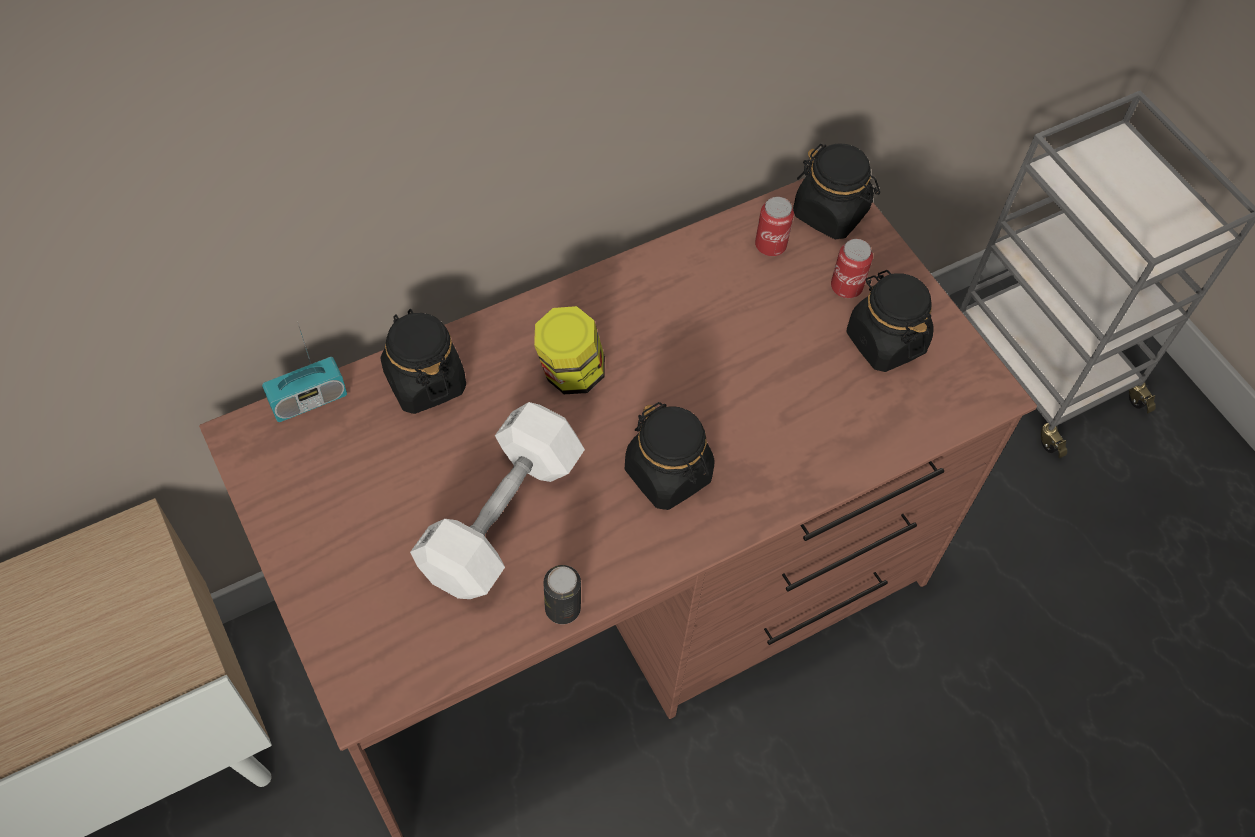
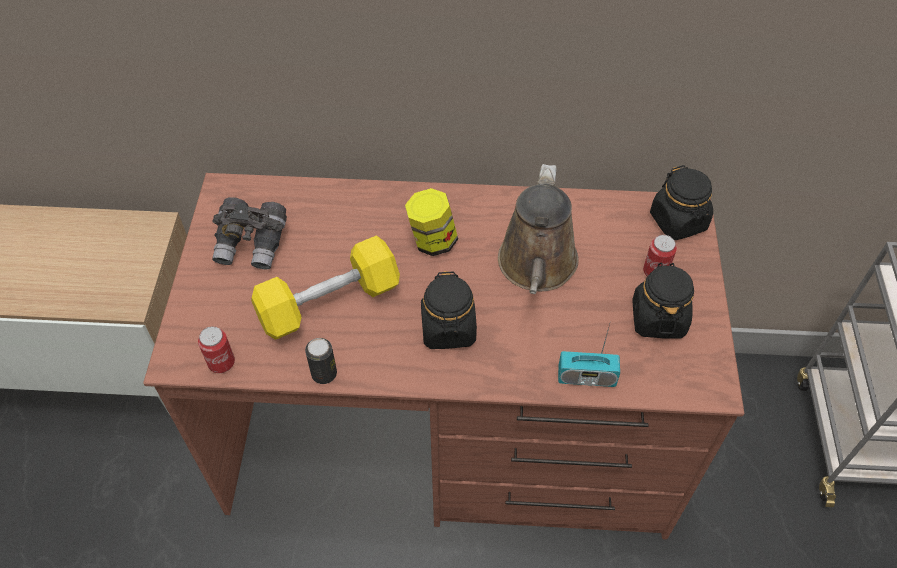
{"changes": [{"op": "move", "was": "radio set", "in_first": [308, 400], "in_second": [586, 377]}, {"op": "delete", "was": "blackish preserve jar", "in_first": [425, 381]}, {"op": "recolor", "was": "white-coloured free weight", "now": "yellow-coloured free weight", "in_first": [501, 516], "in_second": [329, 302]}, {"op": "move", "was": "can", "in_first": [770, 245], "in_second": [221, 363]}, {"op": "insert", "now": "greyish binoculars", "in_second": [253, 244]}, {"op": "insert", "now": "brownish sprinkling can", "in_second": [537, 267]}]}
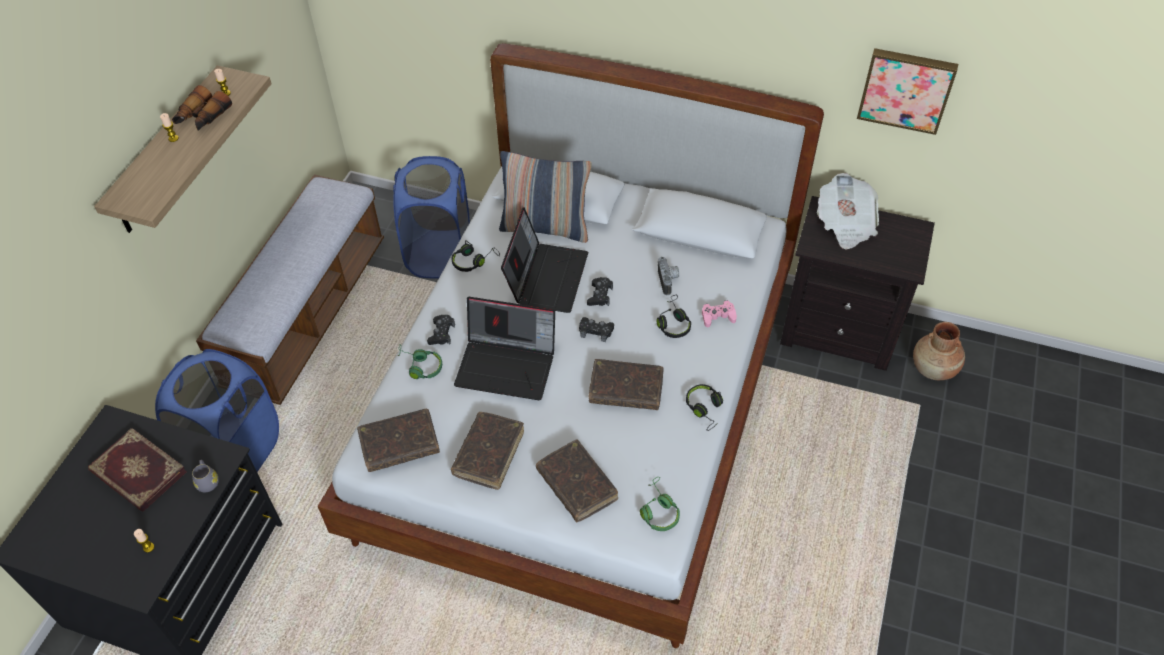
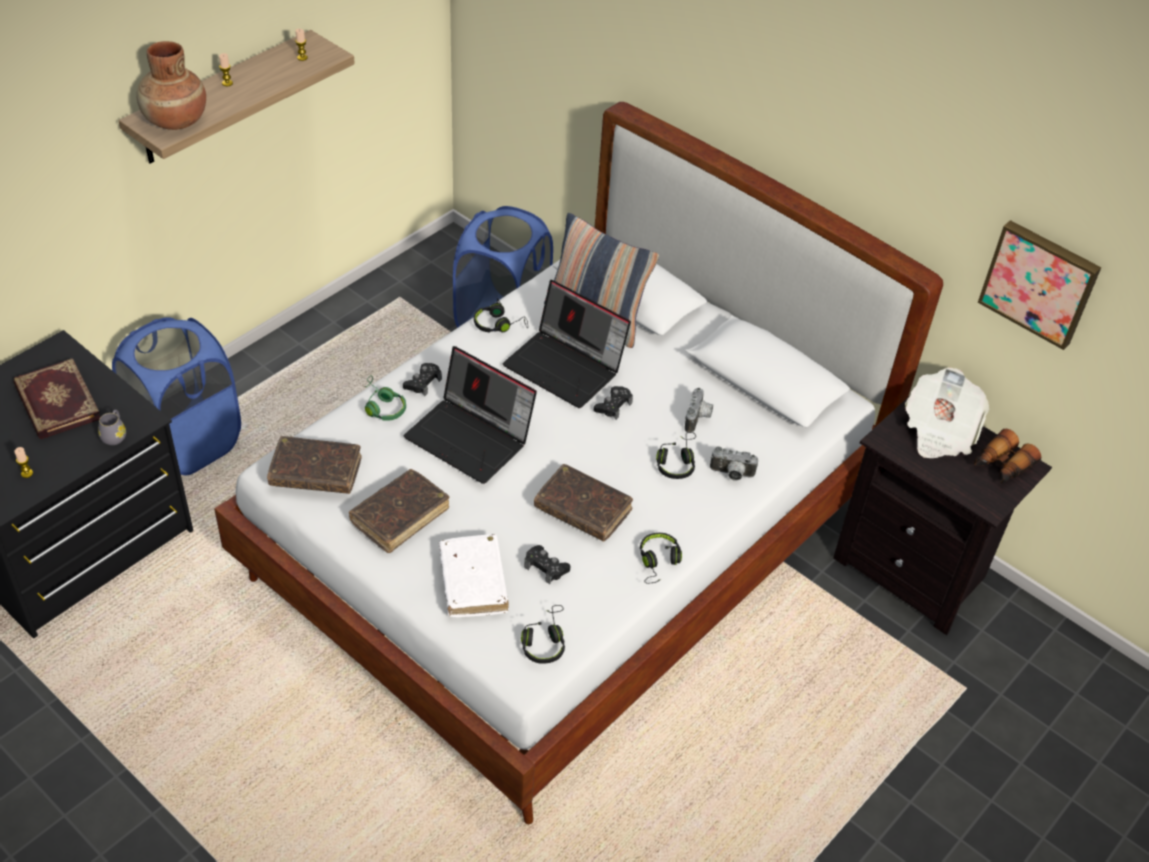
{"changes": [{"op": "move", "was": "binoculars", "in_first": [202, 117], "in_second": [1001, 465]}, {"op": "delete", "was": "indoor bench", "in_first": [308, 314]}, {"op": "rotate", "was": "notebook computer", "in_first": [546, 277], "in_second": [566, 367], "clockwise": 90}, {"op": "recolor", "was": "brownish bound book", "now": "white-coloured bound book", "in_first": [577, 485], "in_second": [473, 582]}, {"op": "move", "was": "blackish gamepad", "in_first": [596, 331], "in_second": [546, 567]}, {"op": "recolor", "was": "green-coloured headphones", "now": "blackish headphones", "in_first": [658, 510], "in_second": [544, 641]}, {"op": "replace", "was": "pink-coloured gamepad", "now": "photo camera", "in_first": [718, 316], "in_second": [731, 474]}, {"op": "move", "was": "brownish decorative vase", "in_first": [934, 369], "in_second": [175, 121]}]}
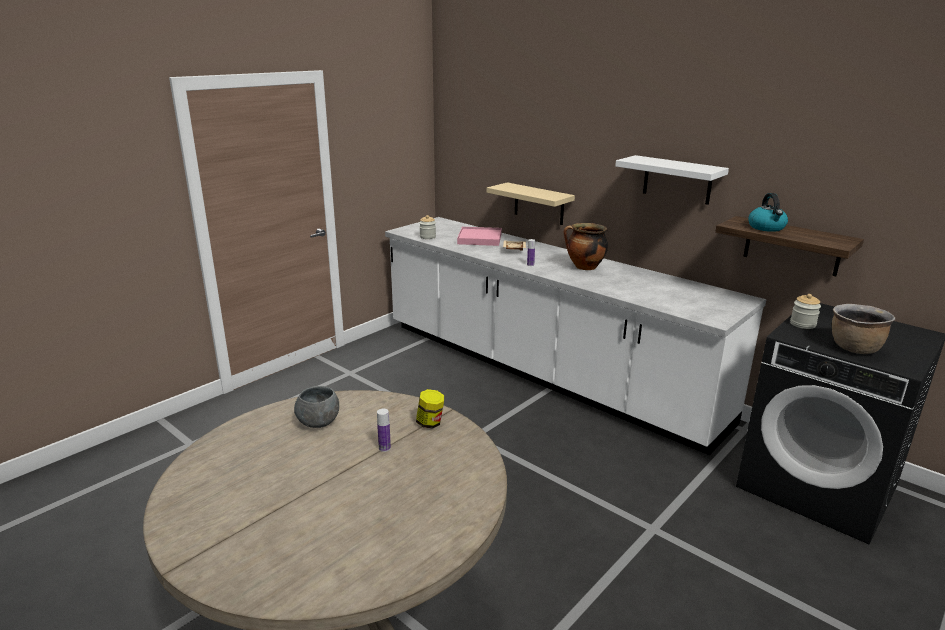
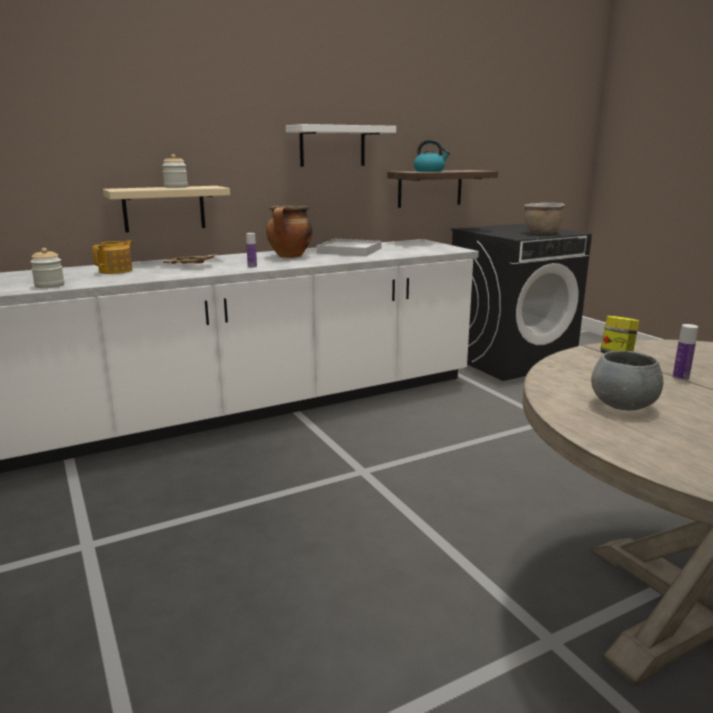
{"changes": [{"op": "replace", "was": "pink-coloured tray", "now": "tea pot", "in_first": [479, 239], "in_second": [117, 271]}, {"op": "move", "was": "preserve jar", "in_first": [802, 324], "in_second": [176, 187]}, {"op": "insert", "now": "white-coloured tray", "in_second": [349, 251]}]}
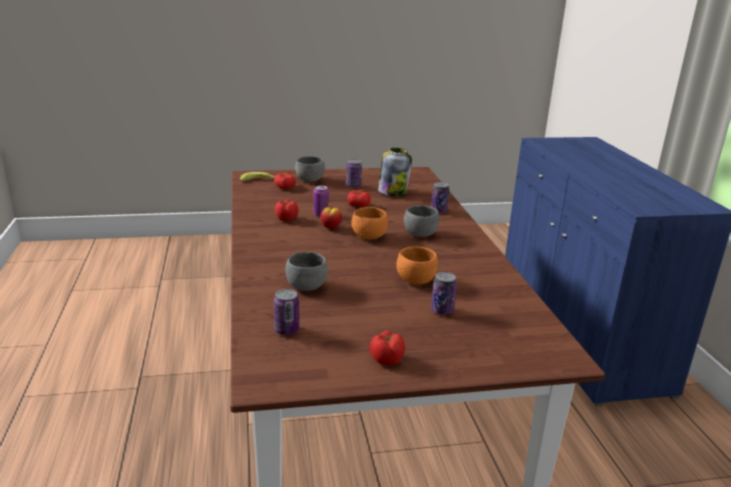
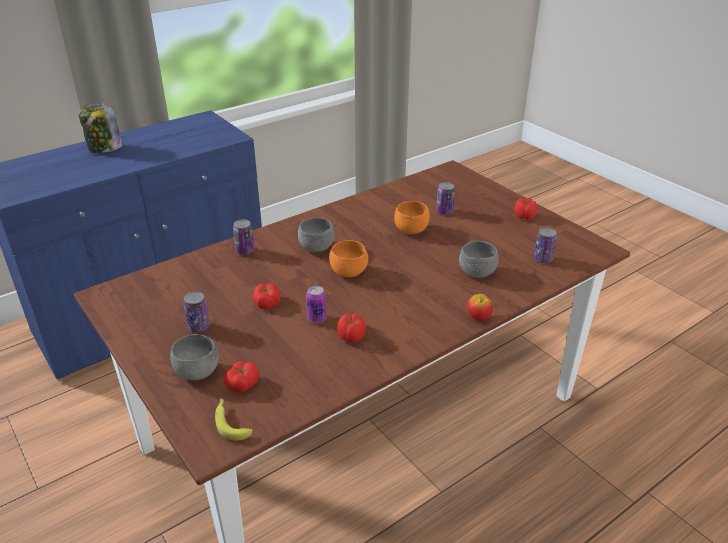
{"changes": [{"op": "move", "was": "apple", "in_first": [330, 227], "in_second": [478, 318]}, {"op": "move", "was": "preserve jar", "in_first": [393, 192], "in_second": [104, 148]}]}
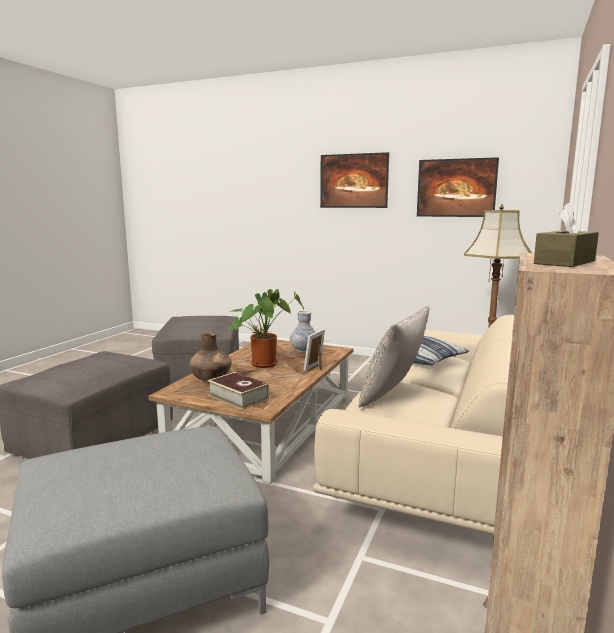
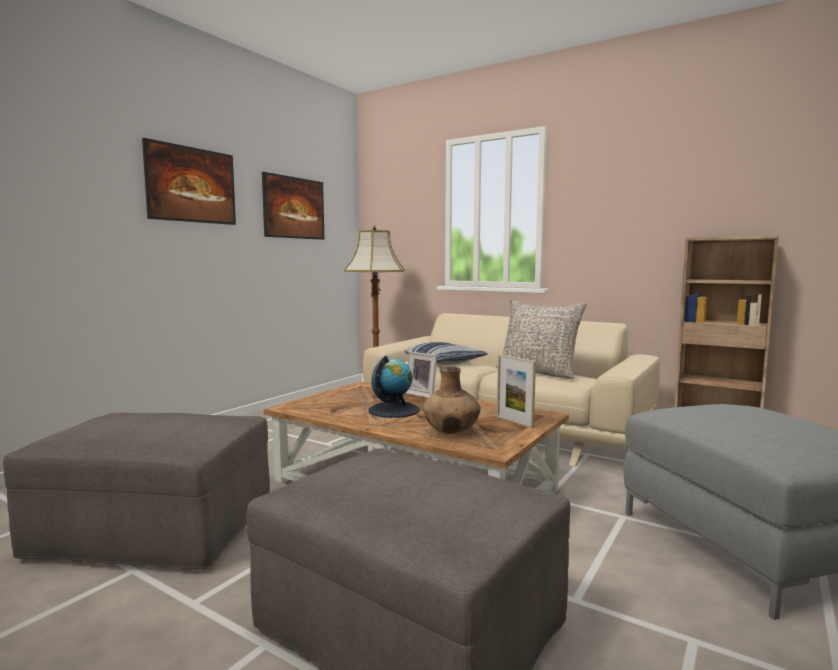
{"changes": [{"op": "replace", "was": "bound book", "now": "standing frame", "in_first": [238, 397], "in_second": [514, 422]}, {"op": "replace", "was": "houseplant", "now": "globe", "in_first": [265, 363], "in_second": [393, 410]}, {"op": "delete", "was": "decorative vase", "in_first": [304, 350]}, {"op": "delete", "was": "brownish box of tissues", "in_first": [564, 262]}]}
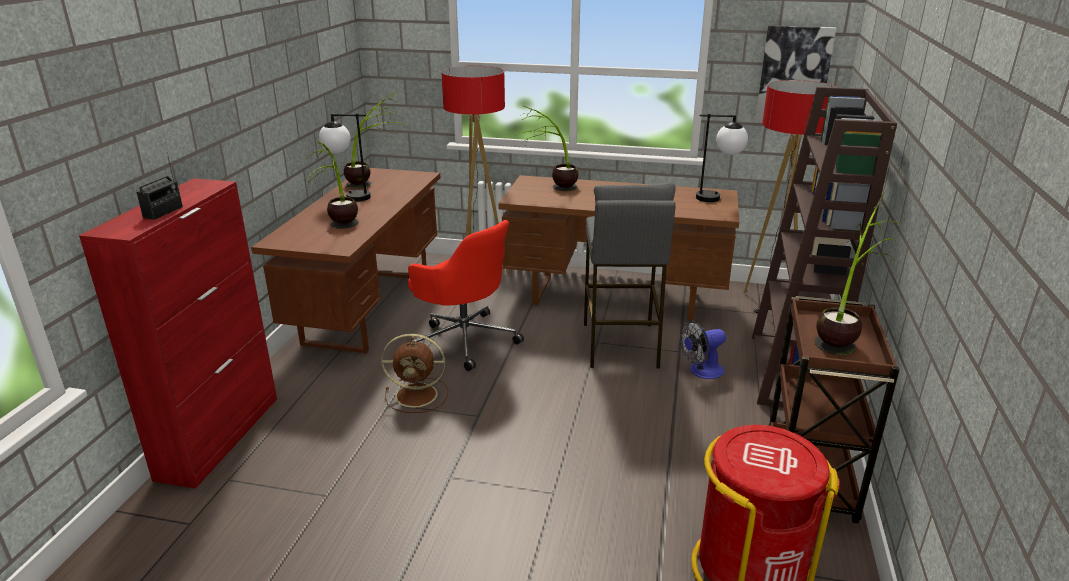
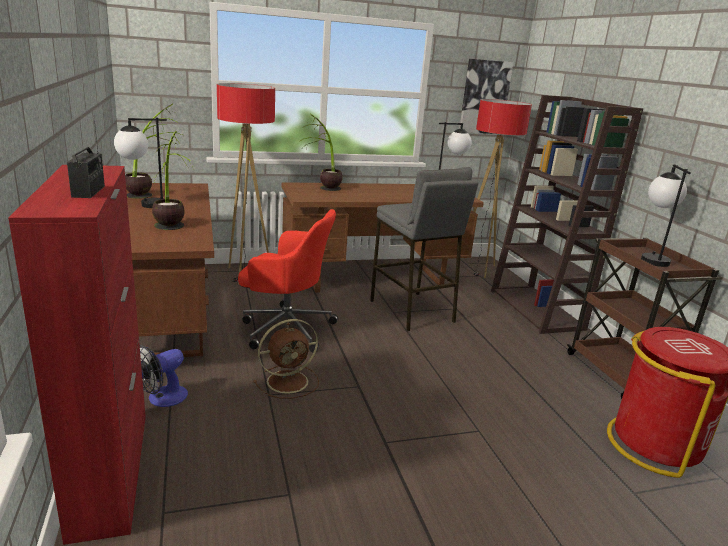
{"changes": [{"op": "move", "was": "electric fan", "in_first": [701, 371], "in_second": [161, 399]}, {"op": "replace", "was": "houseplant", "now": "lamp for a table", "in_first": [844, 335], "in_second": [651, 258]}]}
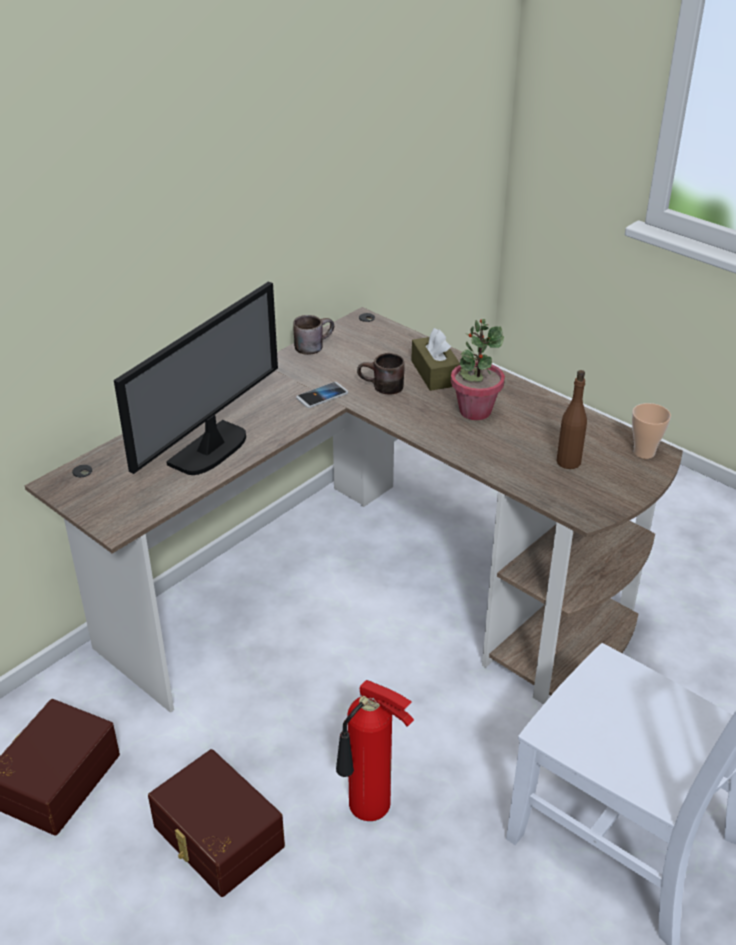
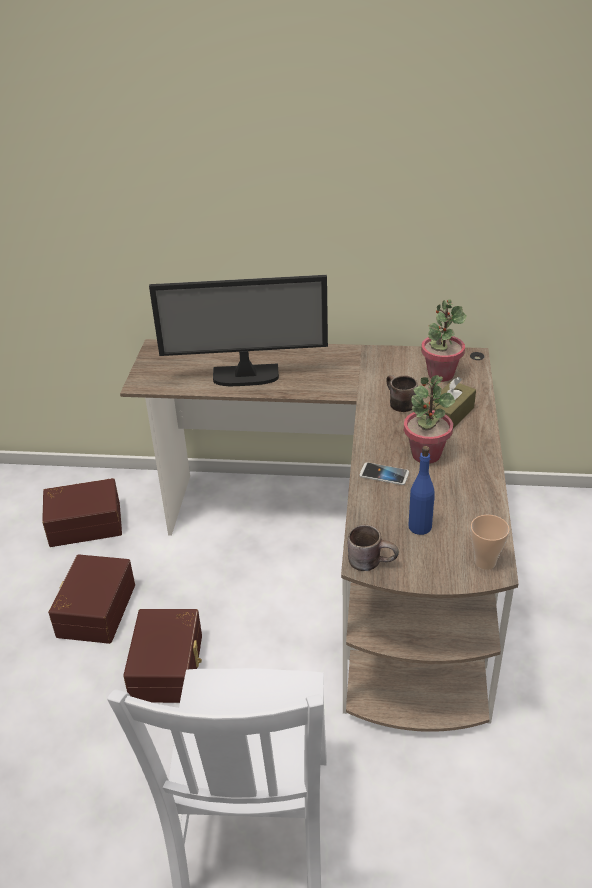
{"changes": [{"op": "move", "was": "brownish tea mug", "in_first": [312, 345], "in_second": [371, 560]}, {"op": "move", "was": "telephone", "in_first": [322, 396], "in_second": [384, 475]}, {"op": "replace", "was": "extinguisher", "now": "brownish storage box", "in_first": [369, 808], "in_second": [169, 667]}, {"op": "recolor", "was": "brownish drink bottle", "now": "bluish drink bottle", "in_first": [568, 461], "in_second": [420, 527]}, {"op": "insert", "now": "houseplant", "in_second": [440, 374]}]}
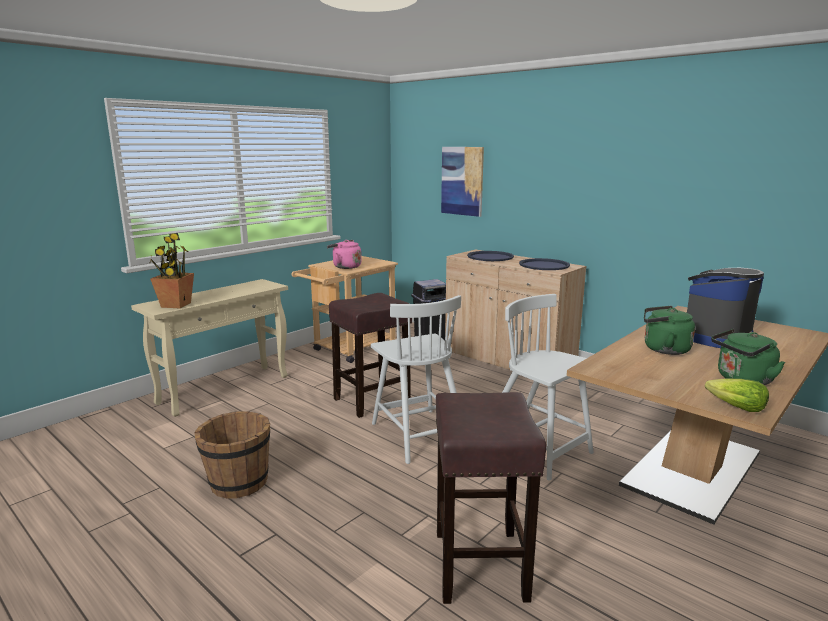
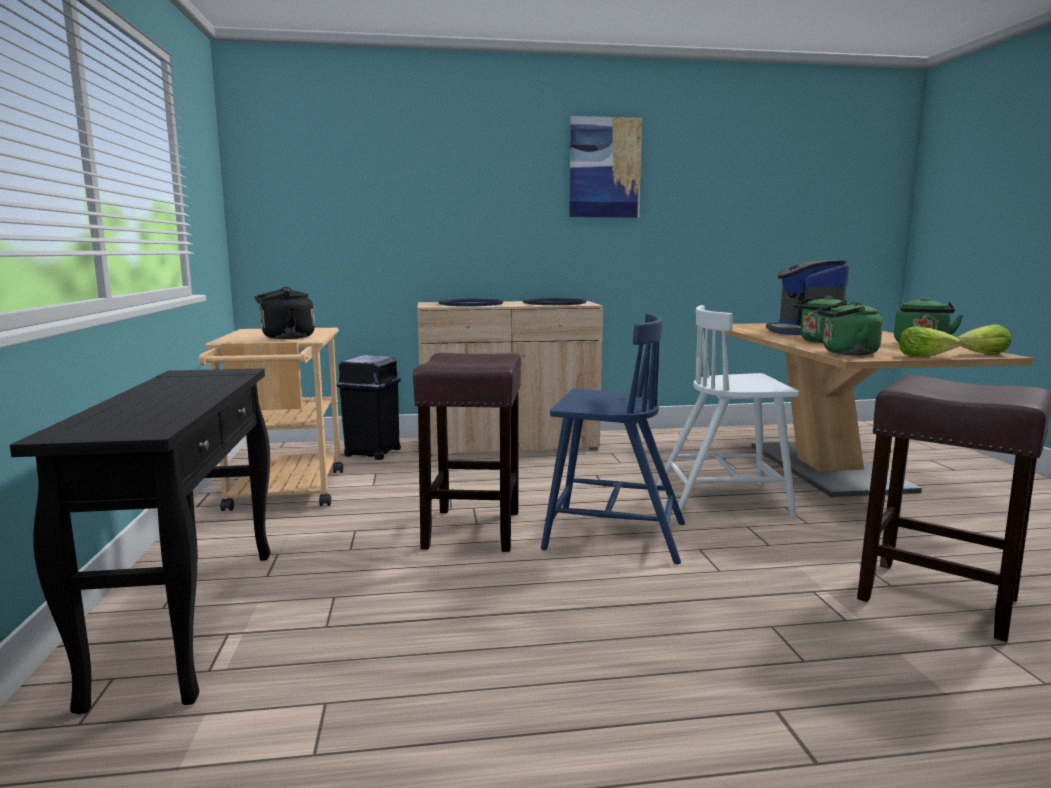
{"changes": [{"op": "recolor", "was": "beige-coloured narrow table", "now": "blackish narrow table", "in_first": [225, 389], "in_second": [191, 618]}, {"op": "delete", "was": "houseplant", "in_first": [176, 305]}, {"op": "delete", "was": "brownish bucket", "in_first": [238, 483]}, {"op": "recolor", "was": "pink-coloured kettle", "now": "blackish kettle", "in_first": [345, 267], "in_second": [284, 337]}, {"op": "recolor", "was": "white-coloured upright chair", "now": "bluish upright chair", "in_first": [418, 434], "in_second": [612, 535]}, {"op": "move", "was": "wall art", "in_first": [462, 181], "in_second": [604, 168]}, {"op": "insert", "now": "green-coloured kettle", "in_second": [846, 353]}, {"op": "insert", "now": "lettuce", "in_second": [924, 356]}]}
